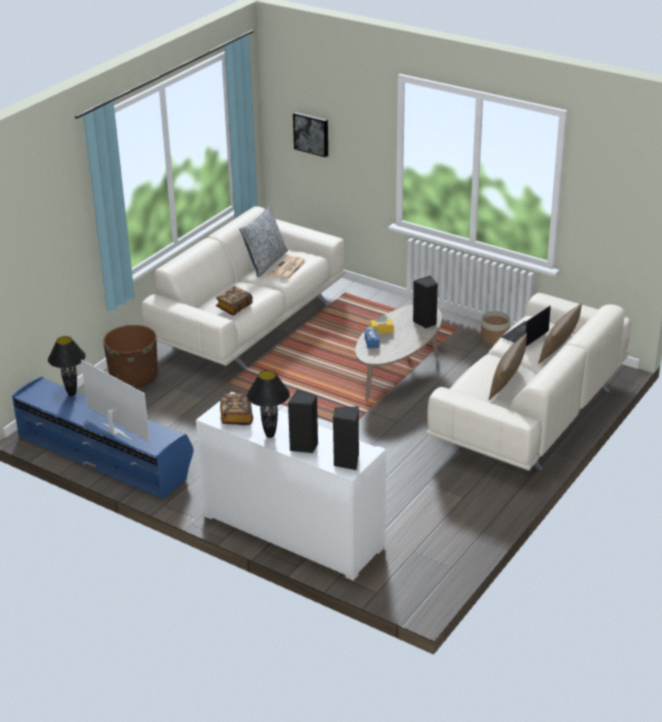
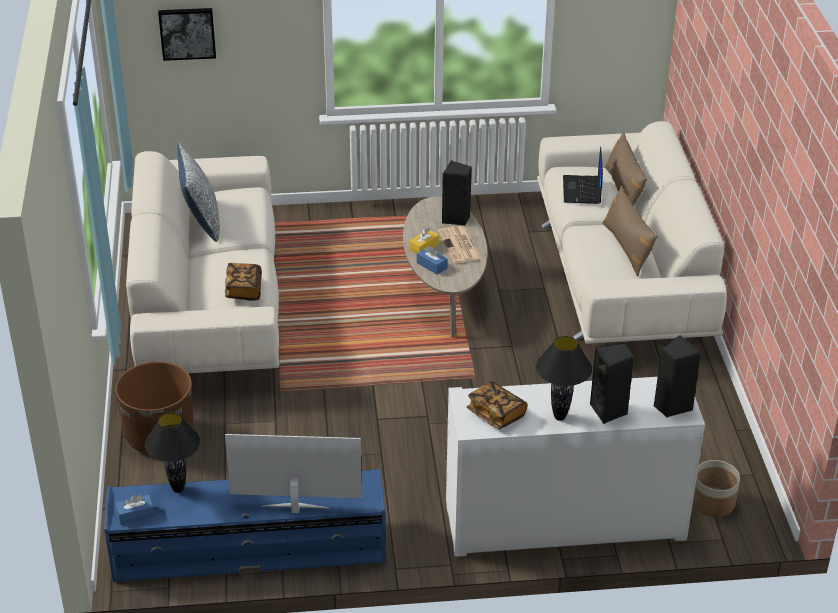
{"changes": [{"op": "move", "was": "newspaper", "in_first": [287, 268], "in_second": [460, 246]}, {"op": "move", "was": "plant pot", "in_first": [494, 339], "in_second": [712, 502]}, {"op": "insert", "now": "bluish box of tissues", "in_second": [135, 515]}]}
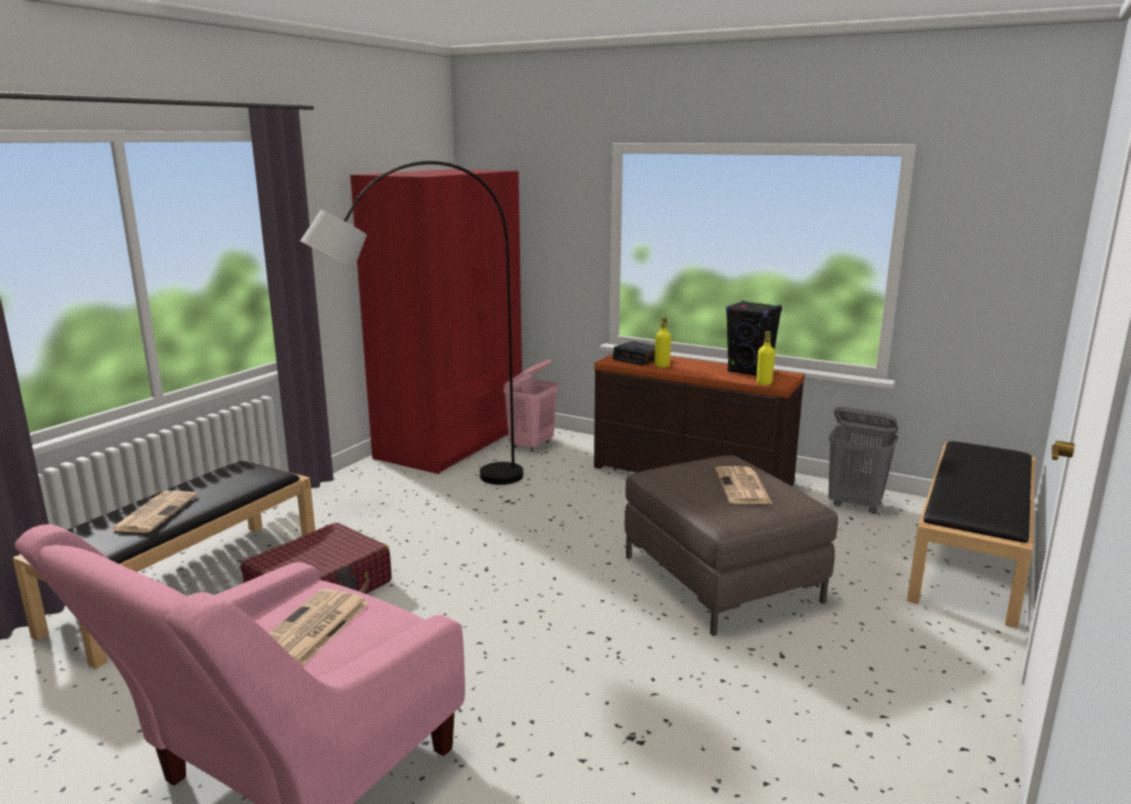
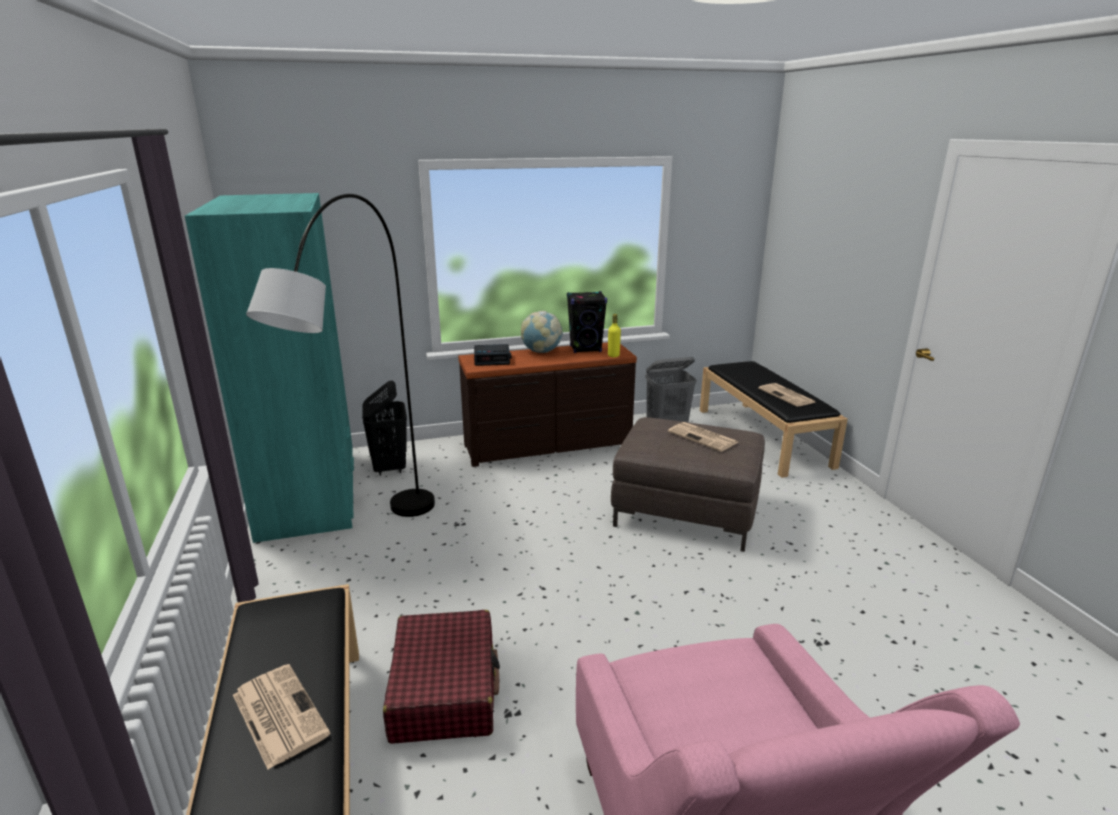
{"changes": [{"op": "move", "was": "newspaper", "in_first": [313, 628], "in_second": [787, 396]}, {"op": "recolor", "was": "red-coloured clothes cupboard", "now": "blue-green clothes cupboard", "in_first": [452, 442], "in_second": [310, 493]}, {"op": "recolor", "was": "pink-coloured laundry basket", "now": "blackish laundry basket", "in_first": [532, 445], "in_second": [390, 467]}, {"op": "delete", "was": "yellow-coloured drink bottle", "in_first": [662, 366]}, {"op": "insert", "now": "globe", "in_second": [541, 352]}]}
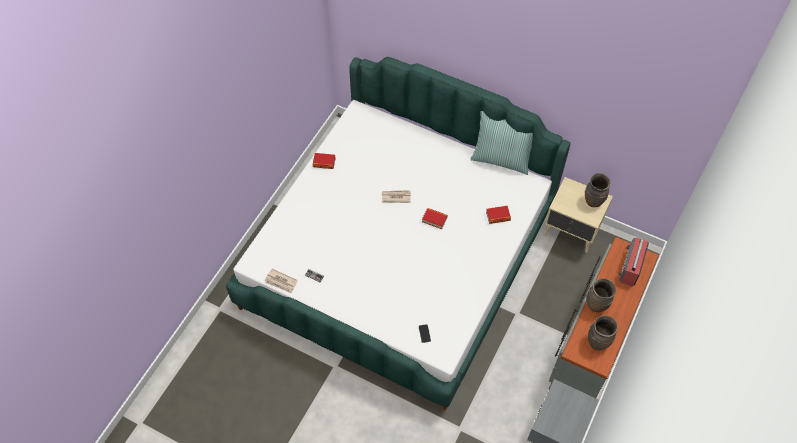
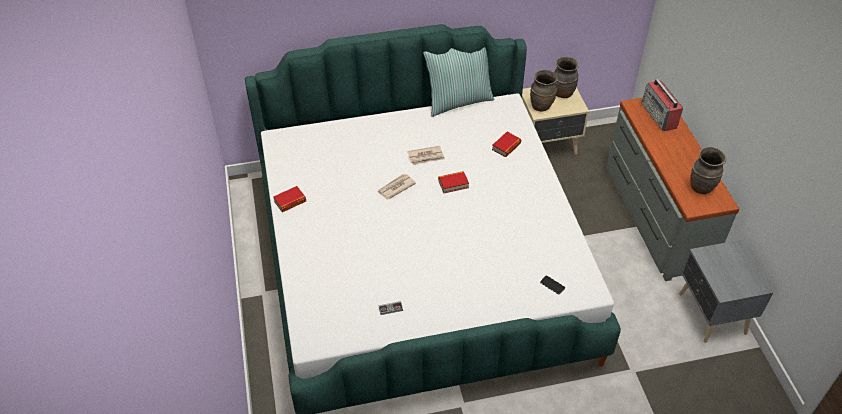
{"changes": [{"op": "move", "was": "newspaper", "in_first": [281, 282], "in_second": [426, 157]}, {"op": "move", "was": "brownish decorative vase", "in_first": [596, 305], "in_second": [541, 106]}]}
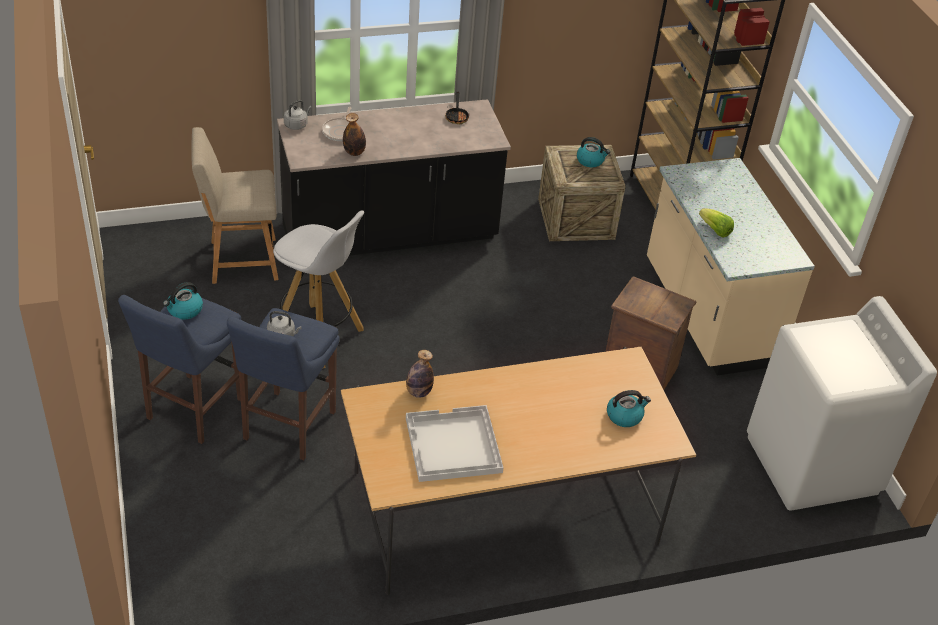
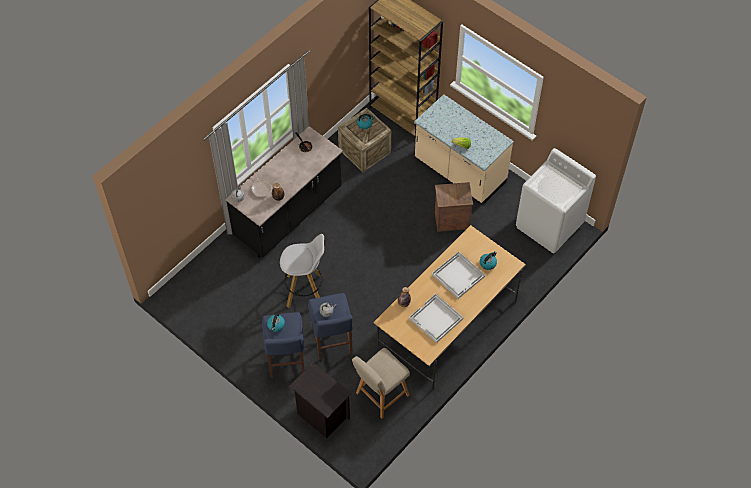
{"changes": [{"op": "move", "was": "beige-coloured upright chair", "in_first": [239, 260], "in_second": [380, 395]}, {"op": "insert", "now": "blackish night table", "in_second": [321, 415]}, {"op": "insert", "now": "white-coloured tray", "in_second": [458, 275]}]}
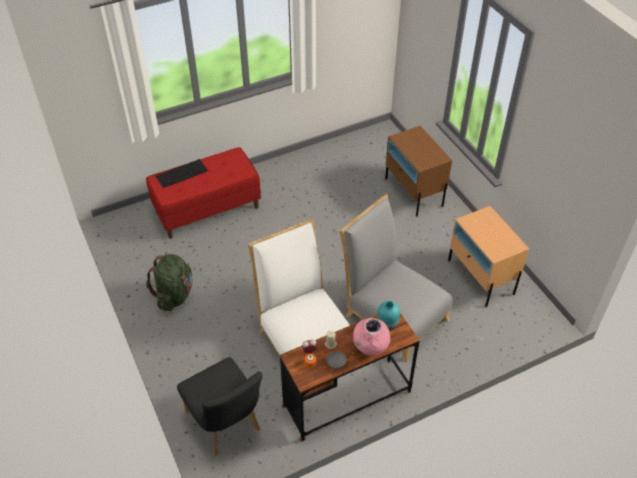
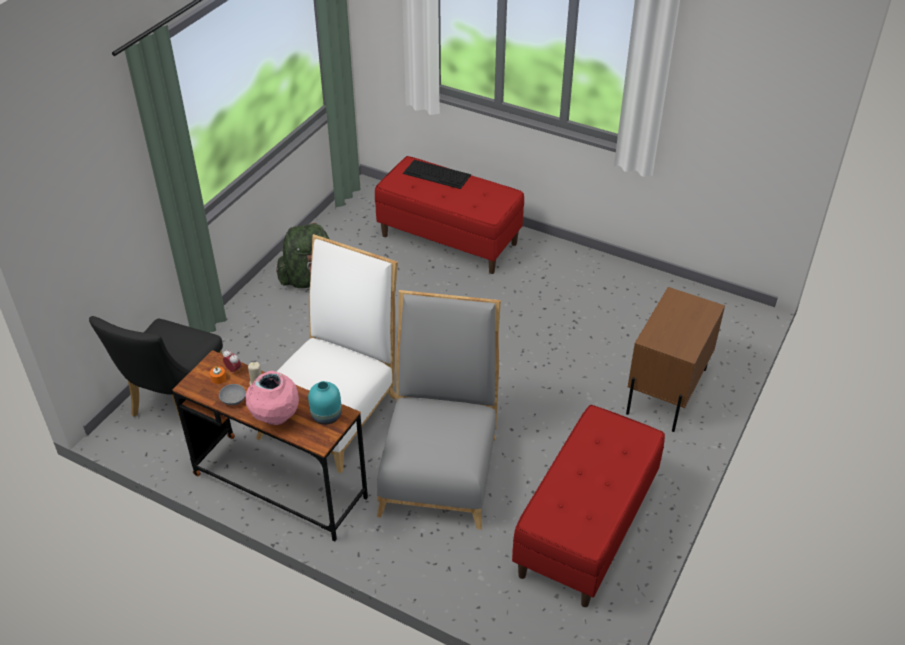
{"changes": [{"op": "replace", "was": "beige-coloured night table", "now": "red-coloured indoor bench", "in_first": [481, 277], "in_second": [586, 529]}]}
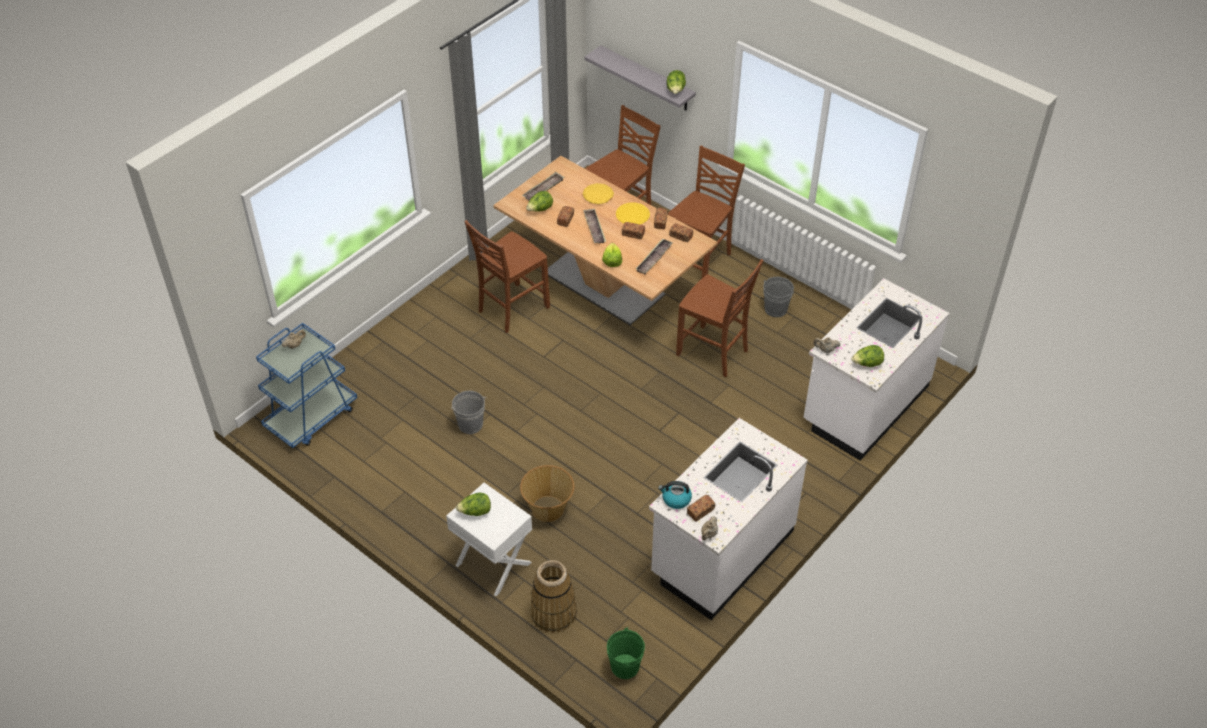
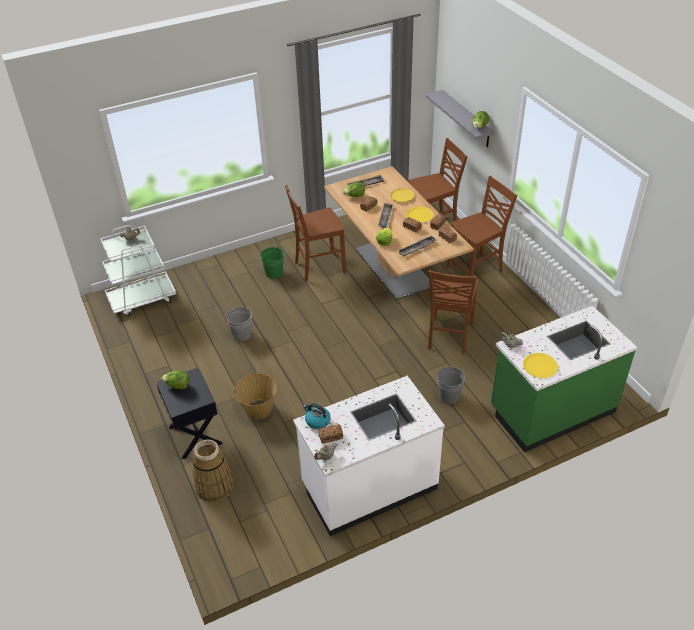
{"changes": [{"op": "recolor", "was": "bluish cart", "now": "white-coloured cart", "in_first": [311, 417], "in_second": [142, 299]}, {"op": "recolor", "was": "white-coloured night table", "now": "blackish night table", "in_first": [493, 564], "in_second": [194, 435]}, {"op": "move", "was": "green-coloured bucket", "in_first": [625, 666], "in_second": [274, 273]}, {"op": "rotate", "was": "brownish upright chair", "in_first": [713, 353], "in_second": [449, 336], "clockwise": 45}, {"op": "move", "was": "greyish bucket", "in_first": [775, 309], "in_second": [449, 395]}, {"op": "recolor", "was": "white-coloured counter", "now": "green-coloured counter", "in_first": [864, 404], "in_second": [551, 410]}, {"op": "replace", "was": "lettuce", "now": "yellow-coloured plate", "in_first": [867, 364], "in_second": [540, 366]}]}
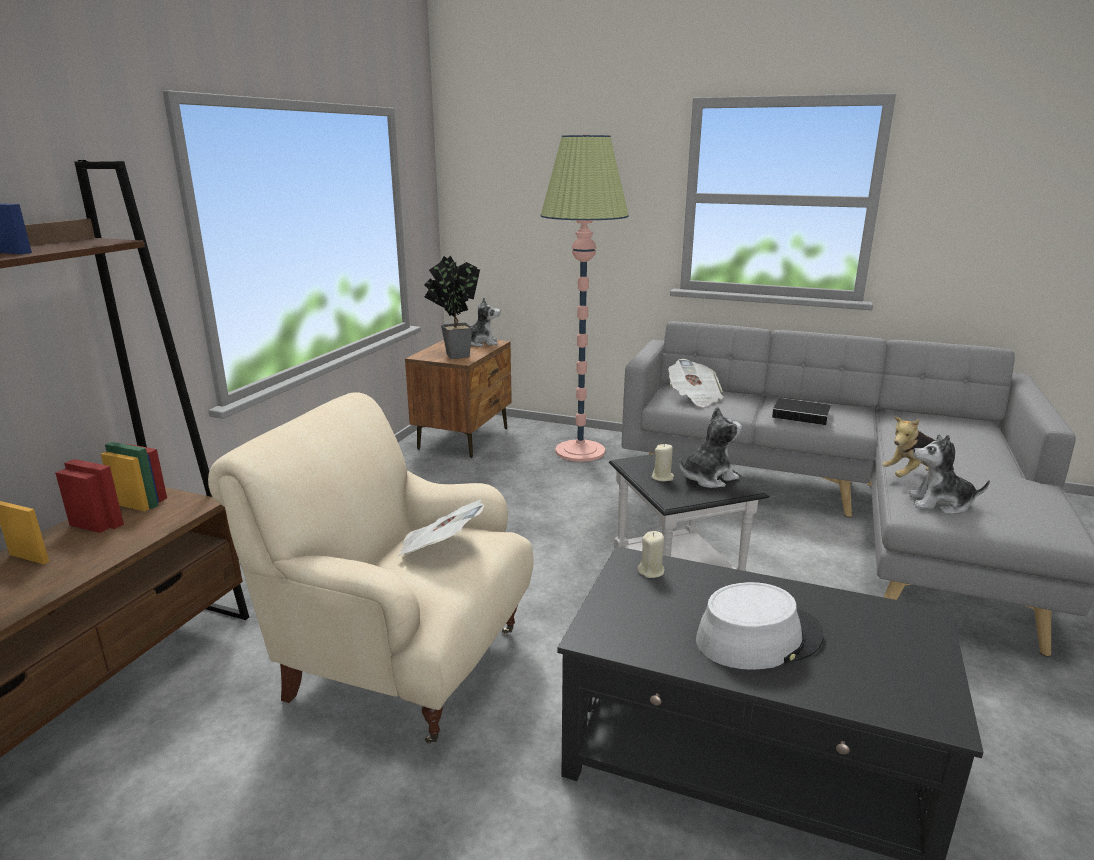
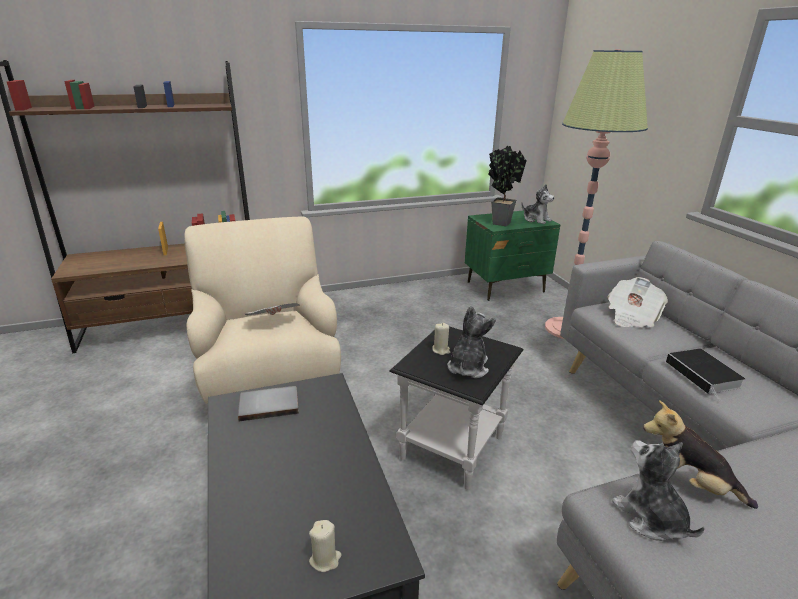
{"changes": [{"op": "recolor", "was": "brownish night table", "now": "green-coloured night table", "in_first": [464, 438], "in_second": [506, 287]}, {"op": "move", "was": "beige-coloured wax candle", "in_first": [651, 571], "in_second": [325, 559]}, {"op": "rotate", "was": "soft toy", "in_first": [708, 478], "in_second": [467, 367], "clockwise": -90}, {"op": "delete", "was": "greyish clothing hat", "in_first": [758, 638]}, {"op": "insert", "now": "greyish bound book", "in_second": [269, 404]}]}
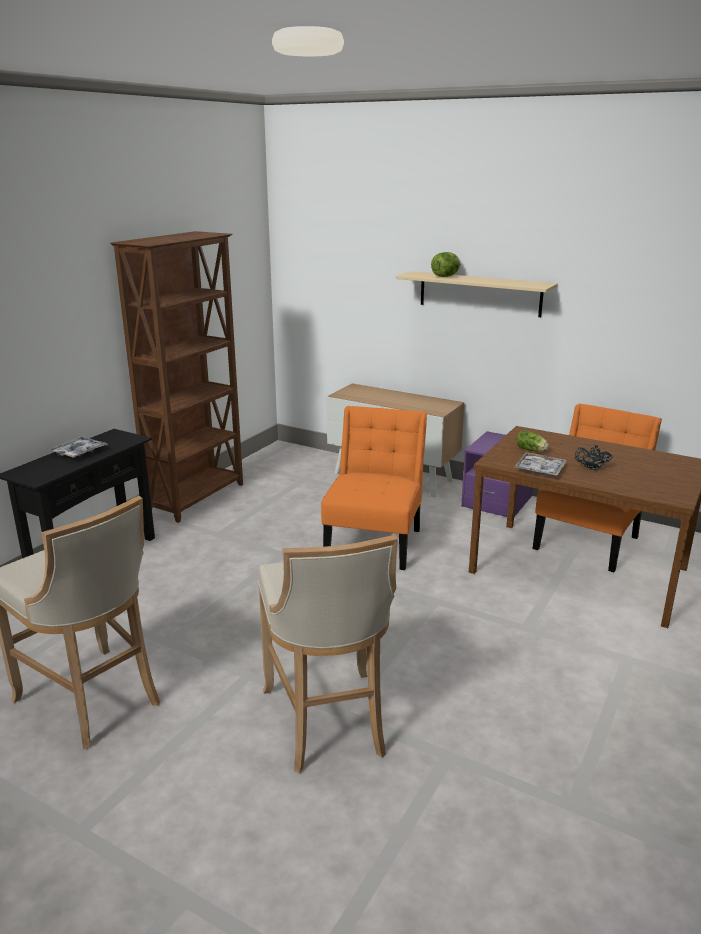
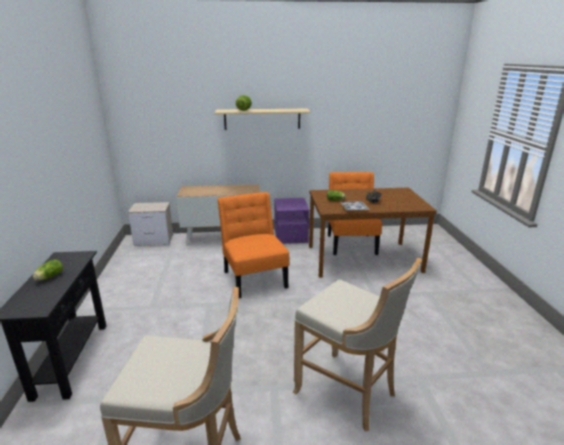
{"changes": [{"op": "replace", "was": "tray", "now": "lettuce", "in_first": [79, 452], "in_second": [48, 277]}, {"op": "delete", "was": "brownish bookshelf", "in_first": [198, 498]}, {"op": "insert", "now": "night table", "in_second": [154, 240]}]}
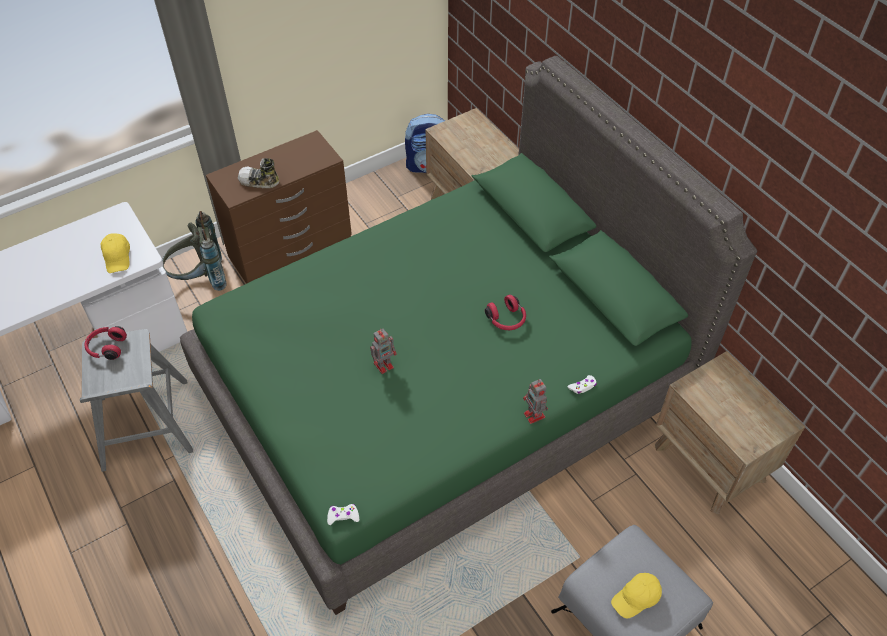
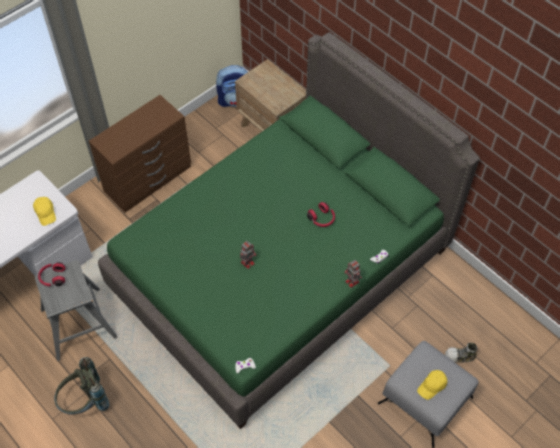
{"changes": [{"op": "move", "was": "greyish knapsack", "in_first": [199, 279], "in_second": [85, 402]}, {"op": "move", "was": "shoe", "in_first": [259, 181], "in_second": [460, 356]}, {"op": "delete", "was": "brownish night table", "in_first": [710, 463]}]}
